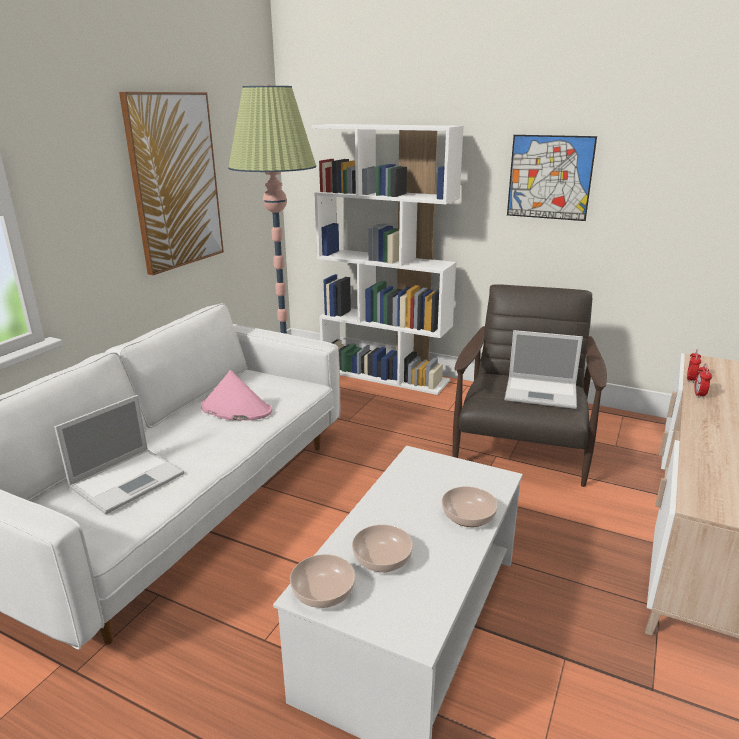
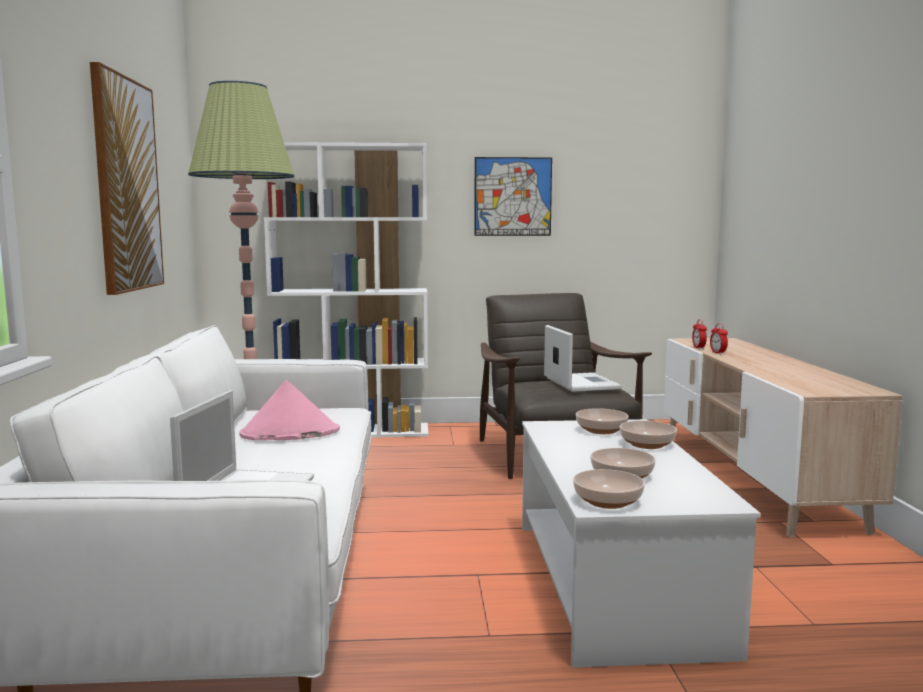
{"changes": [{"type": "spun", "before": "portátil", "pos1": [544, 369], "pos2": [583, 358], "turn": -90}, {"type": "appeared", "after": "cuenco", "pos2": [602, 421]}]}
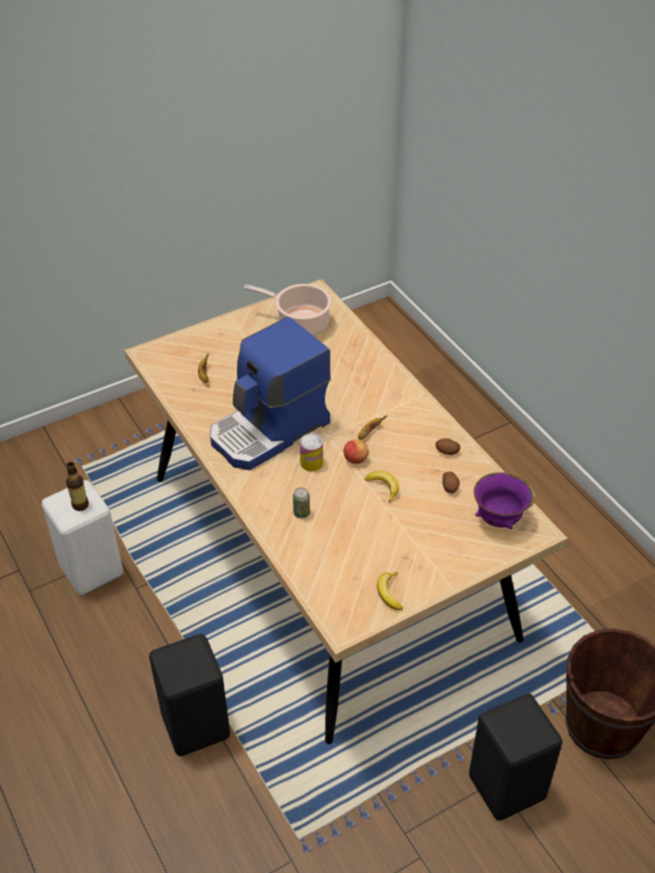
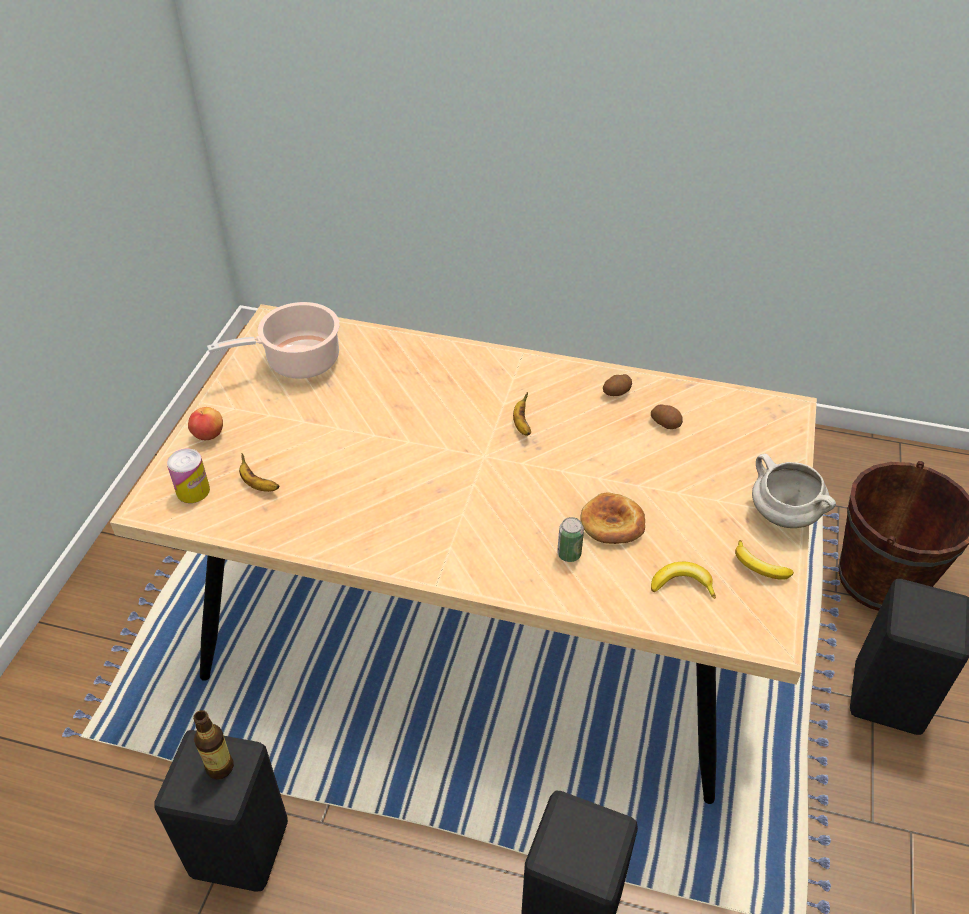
{"changes": [{"type": "colour", "before": "taburete [blanco]", "after": "taburete [negro]", "pos1": [82, 537], "pos2": [221, 811]}, {"type": "missing", "before": "cafetera", "pos1": [270, 393]}, {"type": "relocated", "before": "lata", "pos1": [311, 452], "pos2": [188, 476]}, {"type": "relocated", "before": "manzana", "pos1": [356, 452], "pos2": [205, 423]}, {"type": "relocated", "before": "plátano", "pos1": [382, 487], "pos2": [683, 580]}, {"type": "missing", "before": "cuenco [morado]", "pos1": [504, 500]}, {"type": "appeared", "after": "pan", "pos2": [612, 518]}, {"type": "appeared", "after": "olla [blanco]", "pos2": [794, 491]}]}
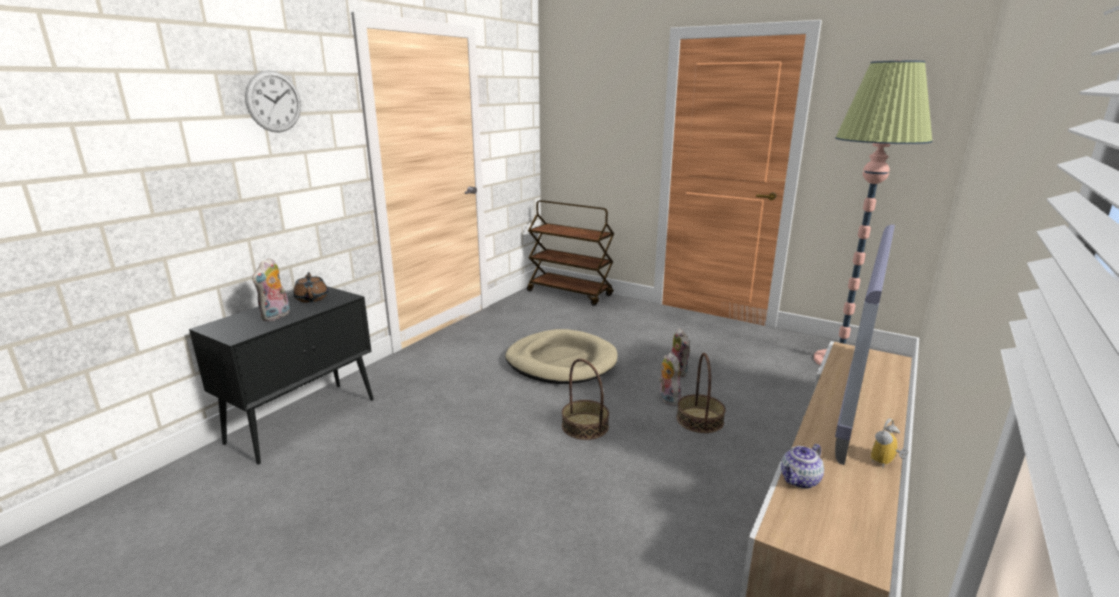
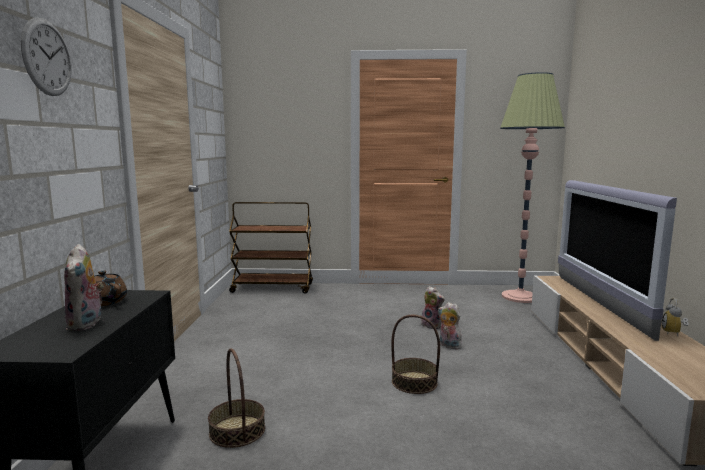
{"changes": [{"type": "missing", "before": "cama para perro [beis]", "pos1": [561, 356]}, {"type": "relocated", "before": "cesta", "pos1": [701, 393], "pos2": [236, 398]}, {"type": "missing", "before": "tetera", "pos1": [802, 466]}]}
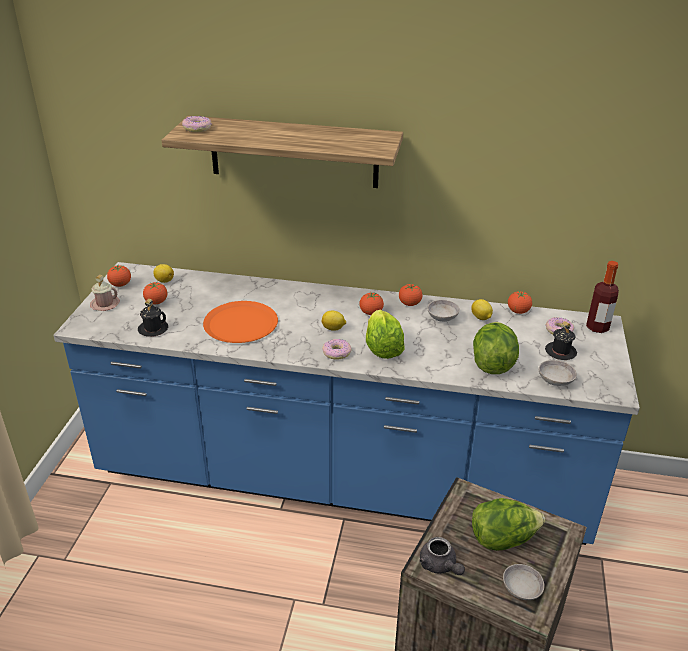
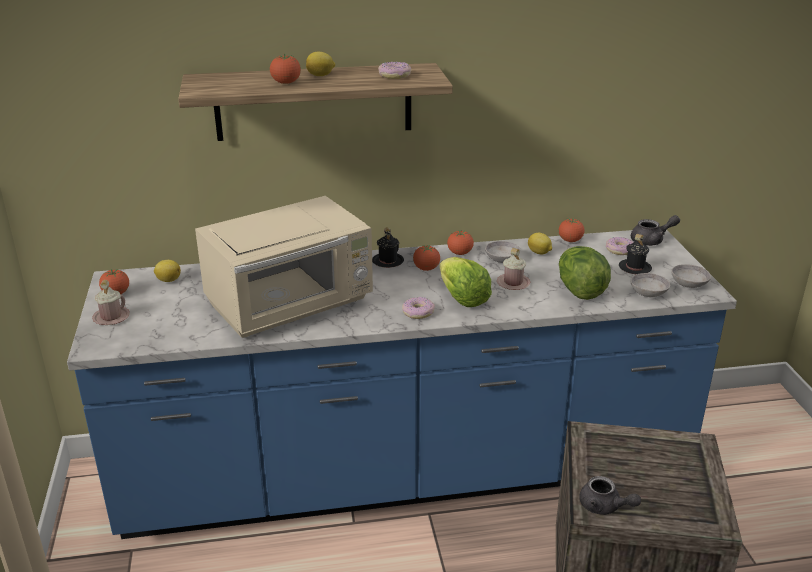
{"changes": [{"type": "relocated", "before": "taza grande [negro]", "pos1": [153, 318], "pos2": [388, 247]}, {"type": "relocated", "before": "tomate", "pos1": [155, 293], "pos2": [285, 68]}, {"type": "relocated", "before": "rosquilla", "pos1": [197, 124], "pos2": [394, 70]}, {"type": "exchanged", "before": "plato [naranja]", "after": "microondas [beis]", "pos1": [240, 322], "pos2": [284, 267]}, {"type": "relocated", "before": "limón", "pos1": [334, 321], "pos2": [320, 64]}, {"type": "missing", "before": "lechuga", "pos1": [508, 524]}, {"type": "relocated", "before": "cuenco [gris]", "pos1": [524, 582], "pos2": [691, 276]}, {"type": "exchanged", "before": "botella", "after": "tetera [gris]", "pos1": [602, 297], "pos2": [655, 230]}, {"type": "appeared", "after": "taza grande [rosa]", "pos2": [513, 269]}]}
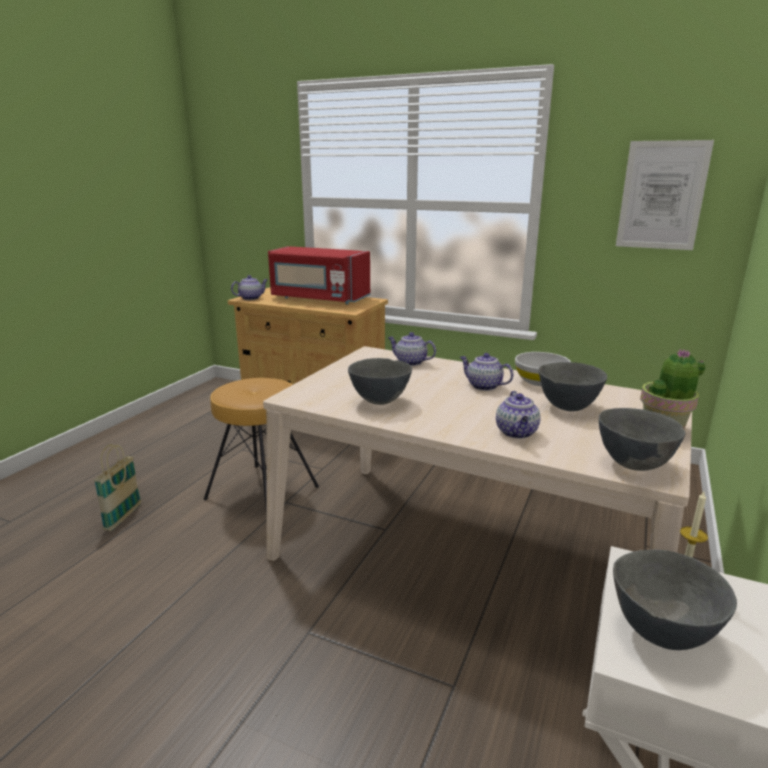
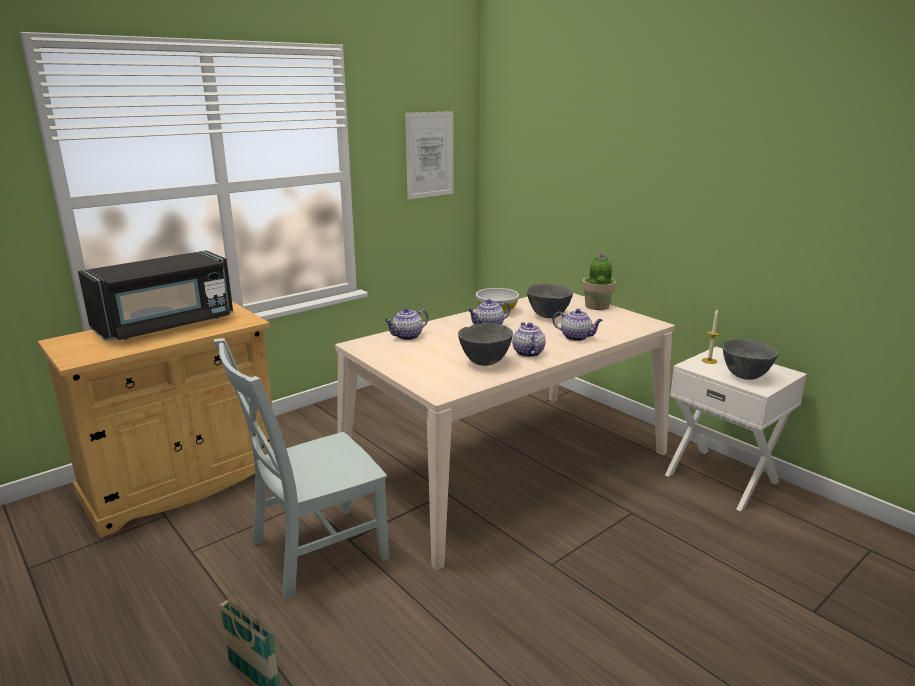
{"changes": [{"type": "exchanged", "before": "taburete [marrón]", "after": "silla [gris]", "pos1": [261, 448], "pos2": [301, 469]}, {"type": "relocated", "before": "tetera", "pos1": [249, 287], "pos2": [529, 339]}, {"type": "colour", "before": "microondas [rojo]", "after": "microondas [negro]", "pos1": [319, 275], "pos2": [155, 295]}, {"type": "missing", "before": "cuenco [gris]", "pos1": [642, 439]}]}
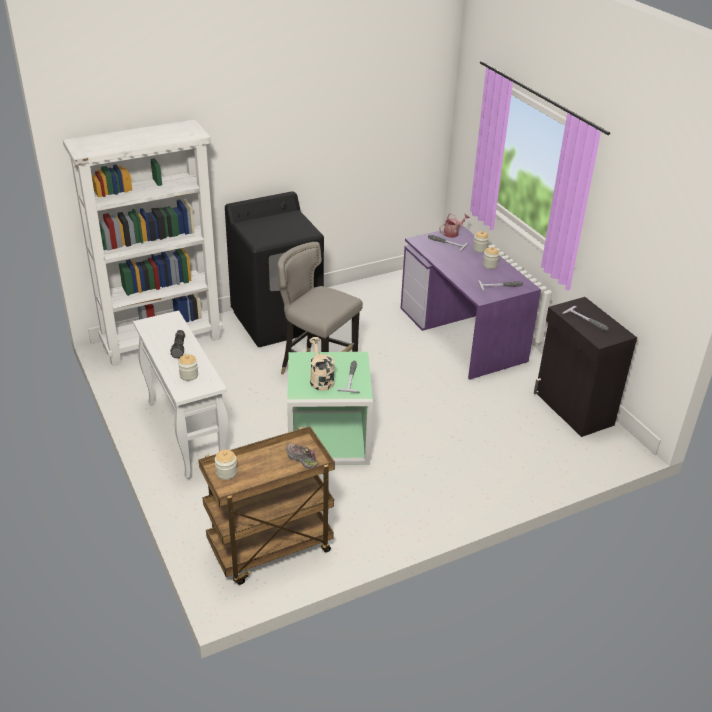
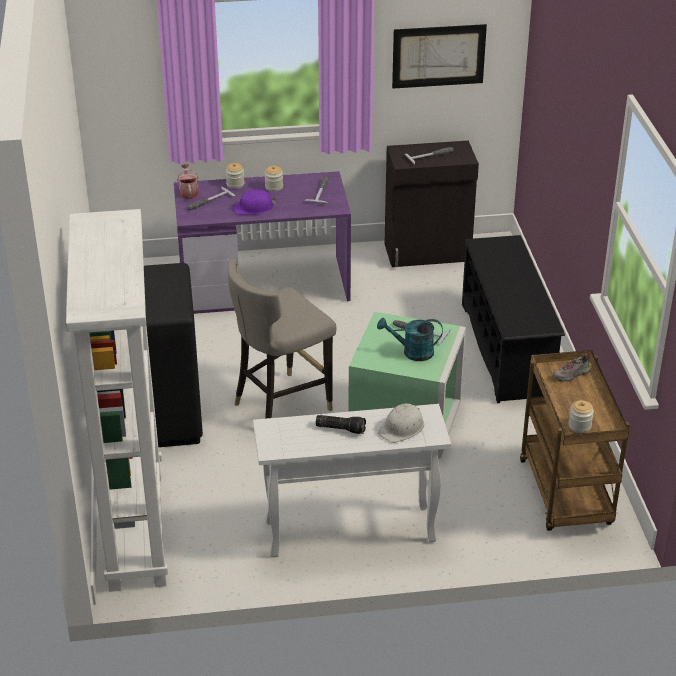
{"changes": [{"type": "exchanged", "before": "tarro", "after": "casco [blanco]", "pos1": [188, 367], "pos2": [401, 423]}, {"type": "colour", "before": "regadera [beis]", "after": "regadera [turquesa]", "pos1": [322, 364], "pos2": [410, 339]}, {"type": "appeared", "after": "casco [morado]", "pos2": [254, 202]}, {"type": "appeared", "after": "cuadro", "pos2": [439, 56]}, {"type": "appeared", "after": "zapatero [negro]", "pos2": [513, 319]}]}
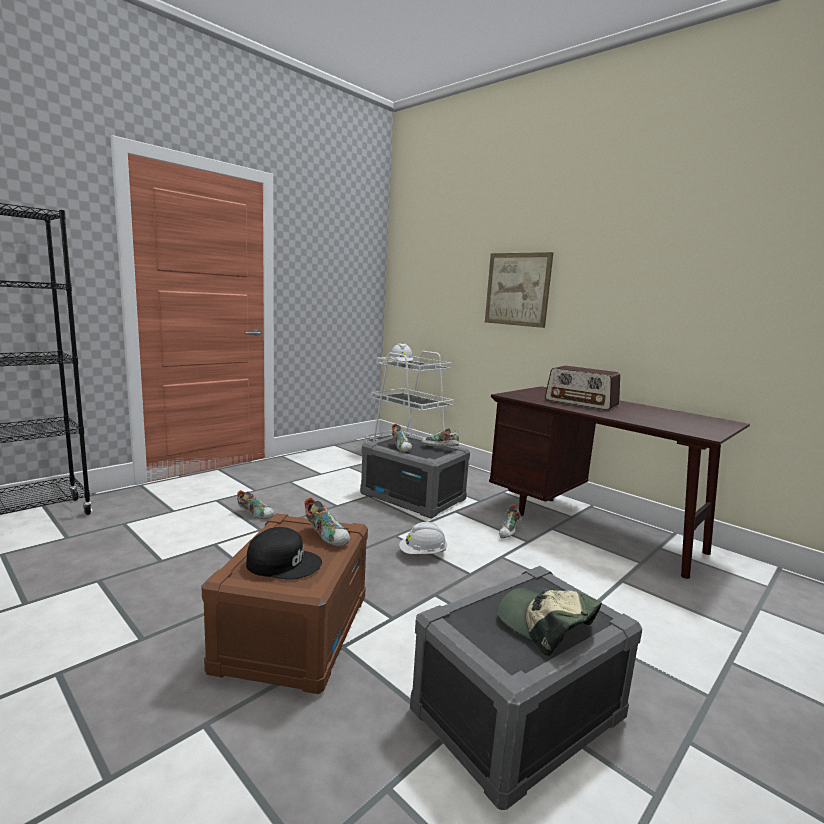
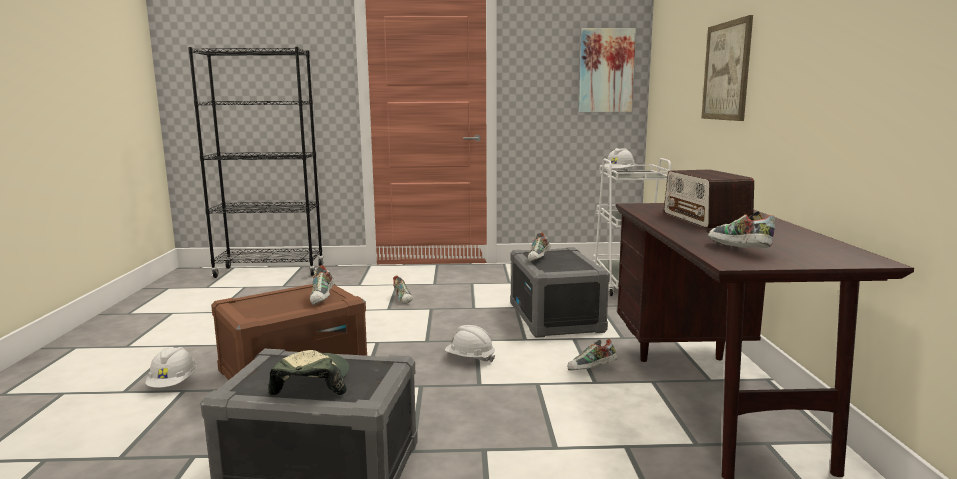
{"changes": [{"type": "missing", "before": "gorra [negro]", "pos1": [284, 553]}, {"type": "relocated", "before": "zapato", "pos1": [440, 437], "pos2": [741, 229]}, {"type": "appeared", "after": "casco [blanco]", "pos2": [171, 367]}, {"type": "appeared", "after": "cuadro", "pos2": [607, 70]}]}
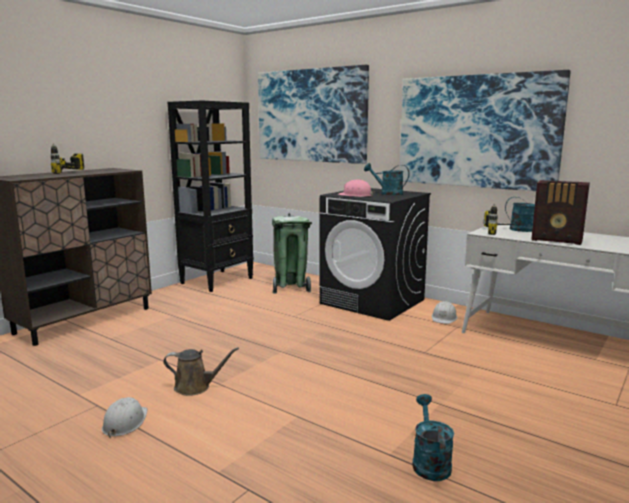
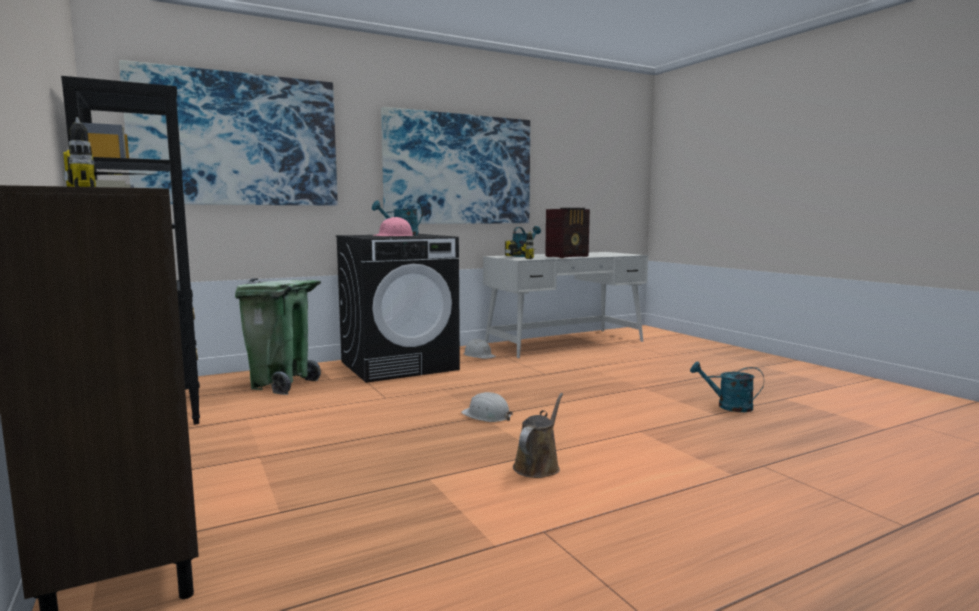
{"changes": [{"type": "relocated", "before": "casco [blanco]", "pos1": [125, 418], "pos2": [487, 407]}]}
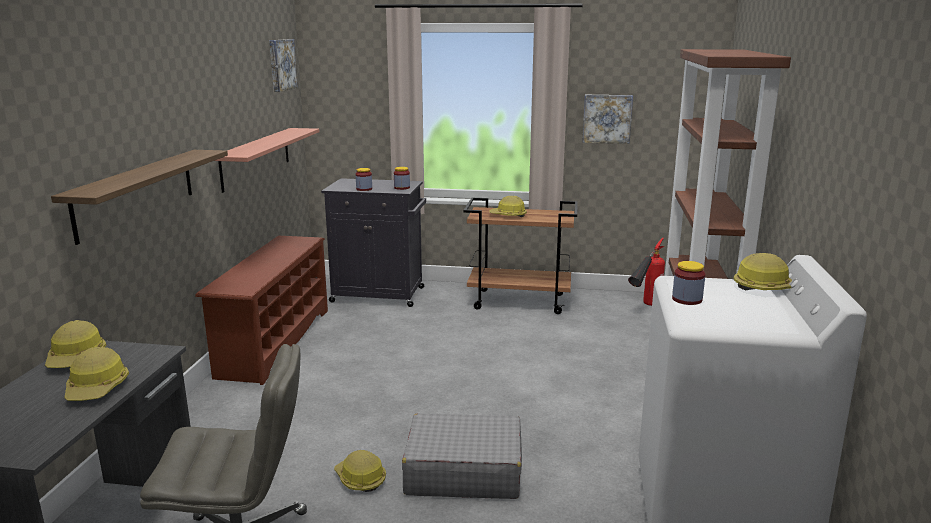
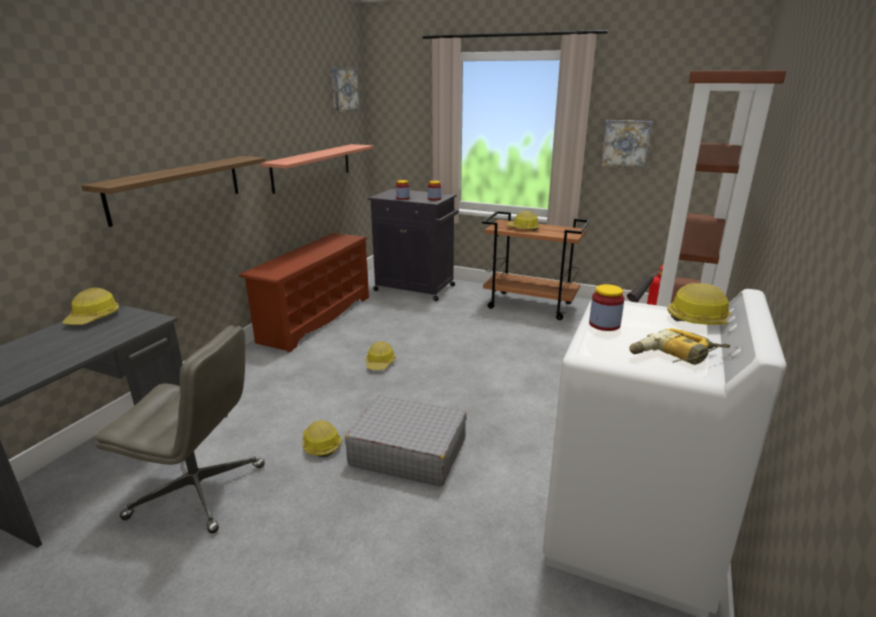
{"changes": [{"type": "relocated", "before": "casco", "pos1": [96, 374], "pos2": [381, 355]}, {"type": "appeared", "after": "taladro", "pos2": [679, 346]}]}
